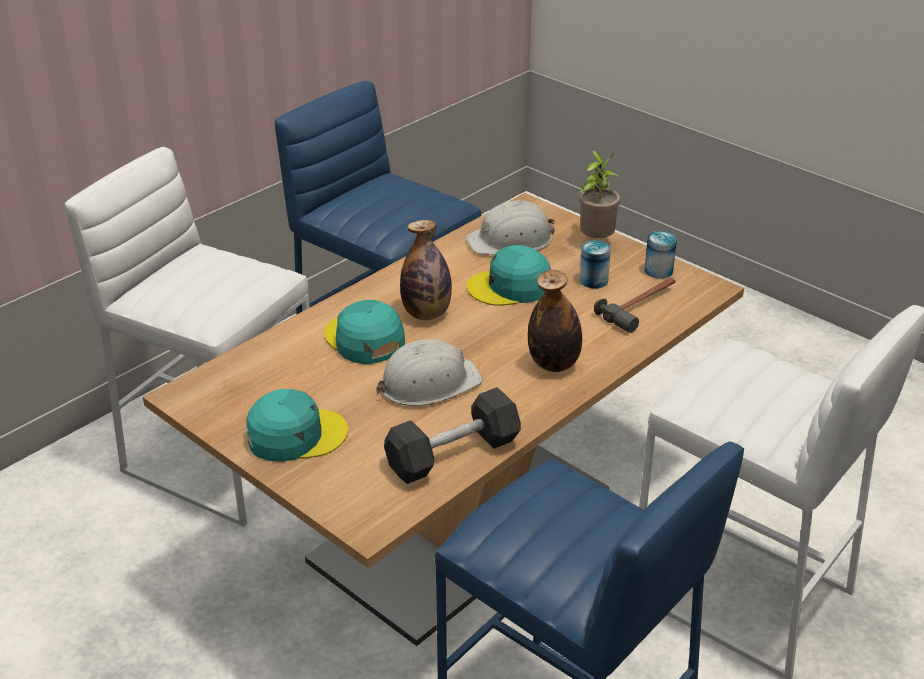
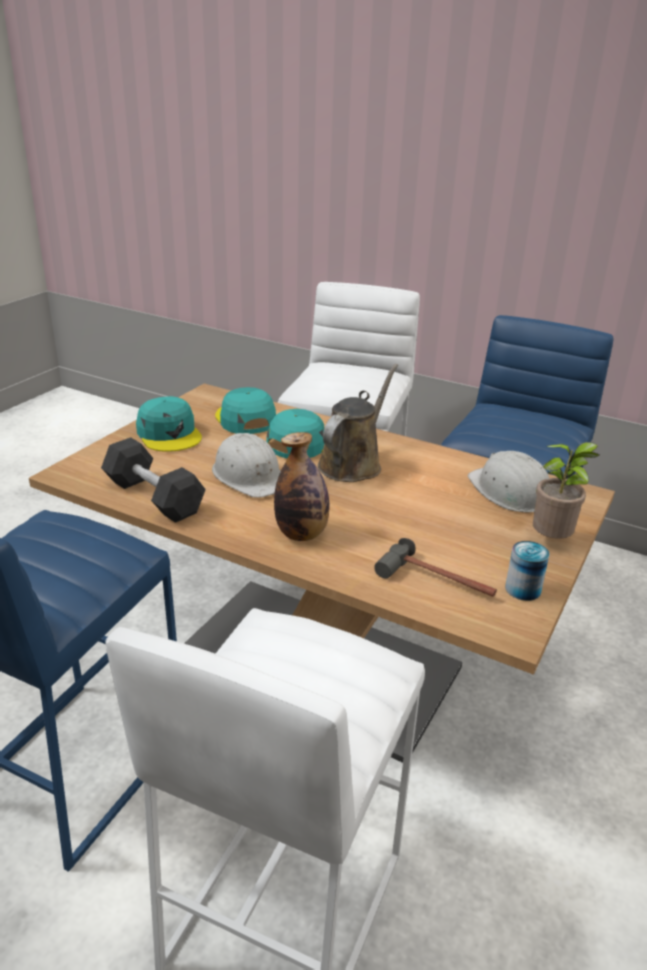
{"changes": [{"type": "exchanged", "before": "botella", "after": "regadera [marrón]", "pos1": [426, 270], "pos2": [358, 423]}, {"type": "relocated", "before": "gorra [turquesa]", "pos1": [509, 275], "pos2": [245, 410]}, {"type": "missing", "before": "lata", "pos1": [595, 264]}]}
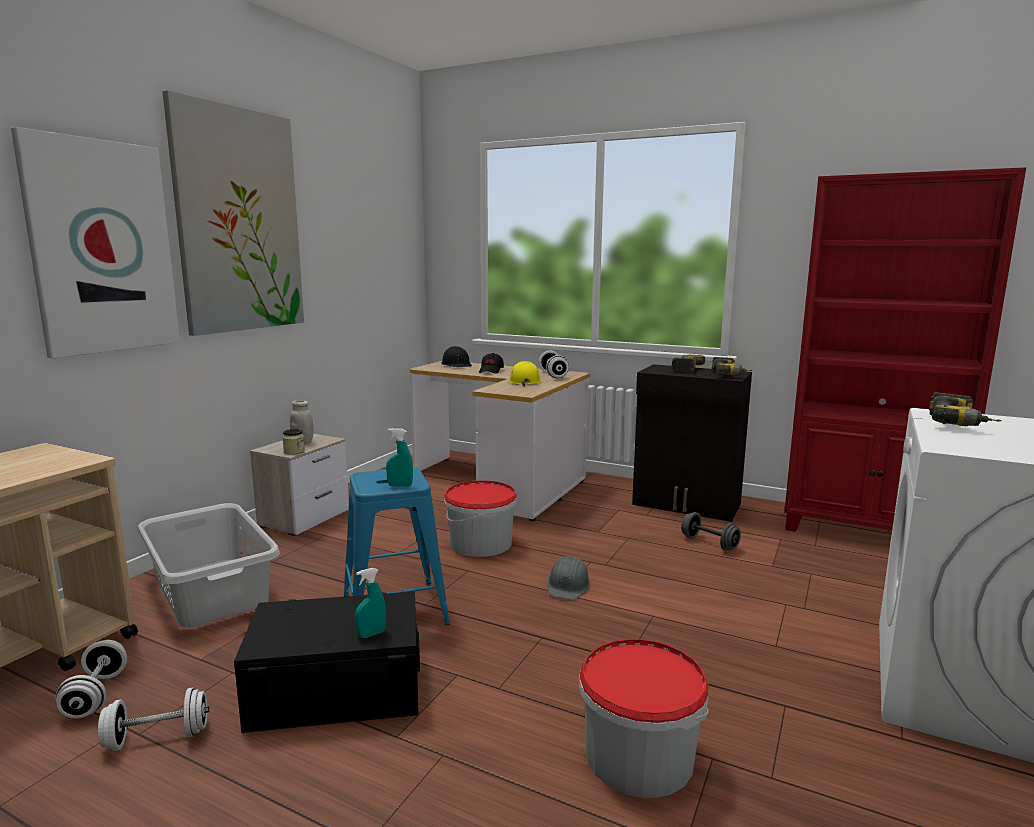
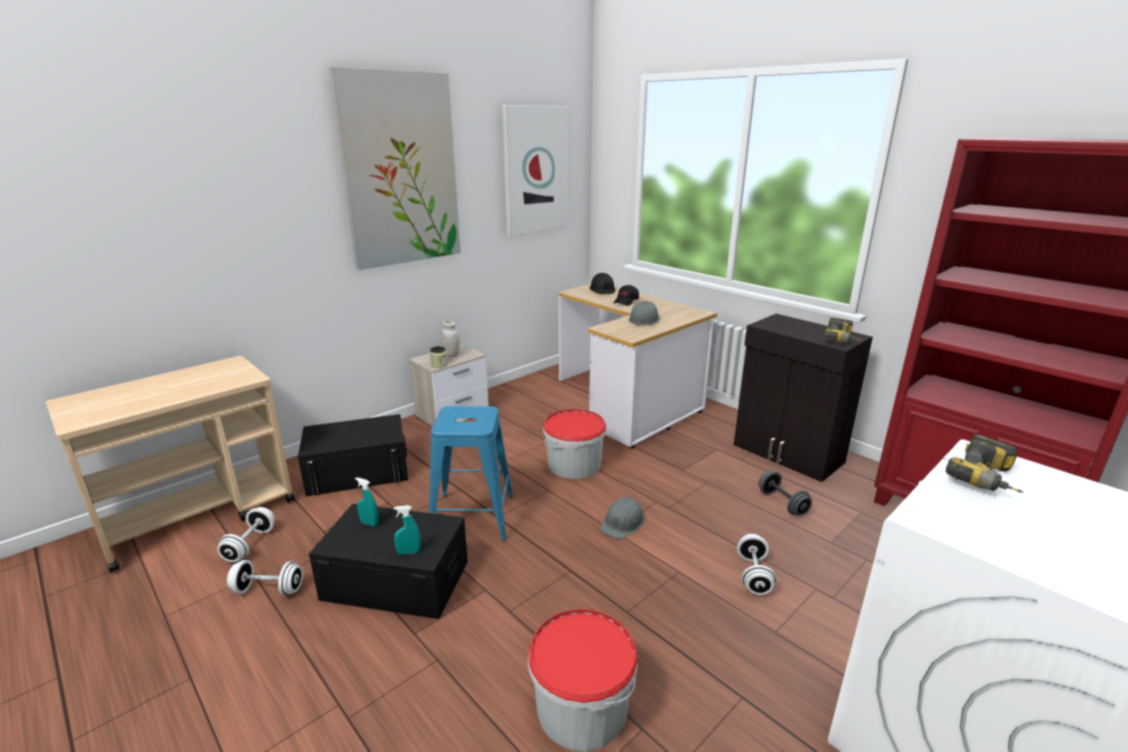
{"changes": [{"type": "relocated", "before": "cuadro", "pos1": [95, 242], "pos2": [535, 170]}, {"type": "exchanged", "before": "cesto de la ropa [gris]", "after": "caja de almacenaje [negro]", "pos1": [209, 565], "pos2": [353, 455]}, {"type": "relocated", "before": "pulverizador [turquesa]", "pos1": [399, 457], "pos2": [367, 501]}, {"type": "colour", "before": "casco [amarillo]", "after": "casco [gris]", "pos1": [525, 373], "pos2": [644, 313]}, {"type": "relocated", "before": "mancuerna [blanco]", "pos1": [554, 365], "pos2": [756, 564]}, {"type": "missing", "before": "taladro", "pos1": [688, 363]}]}
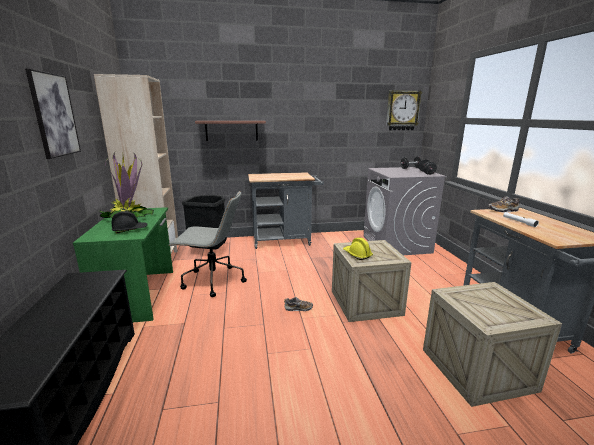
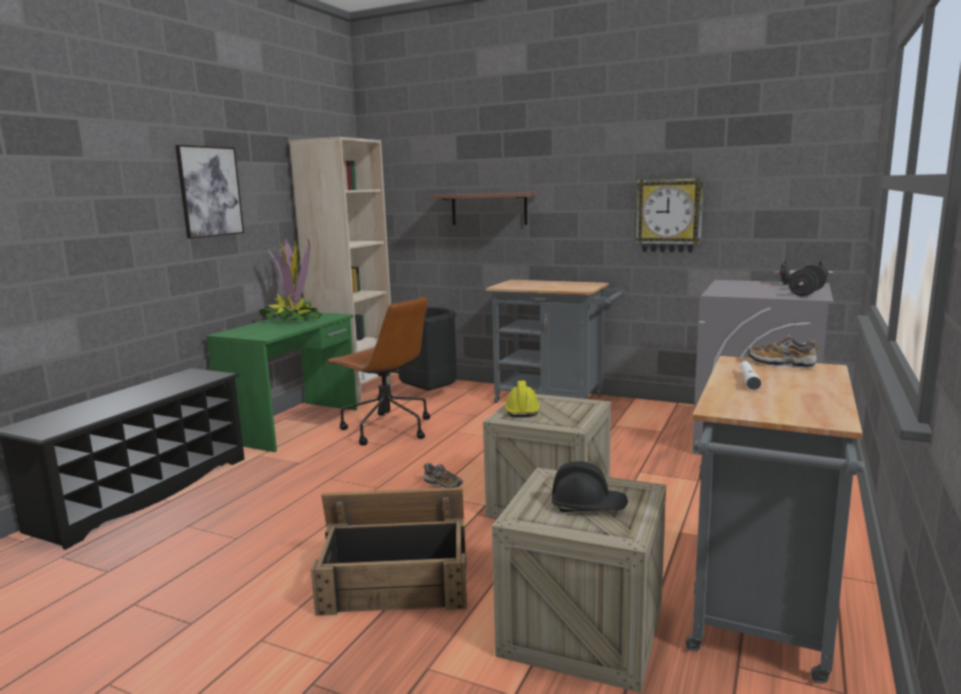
{"changes": [{"type": "relocated", "before": "casco [negro]", "pos1": [130, 222], "pos2": [590, 486]}, {"type": "colour", "before": "silla de oficina [gris]", "after": "silla de oficina [marrón]", "pos1": [208, 244], "pos2": [378, 371]}, {"type": "relocated", "before": "reloj de pared", "pos1": [404, 110], "pos2": [670, 215]}, {"type": "appeared", "after": "caja de embalaje", "pos2": [389, 551]}]}
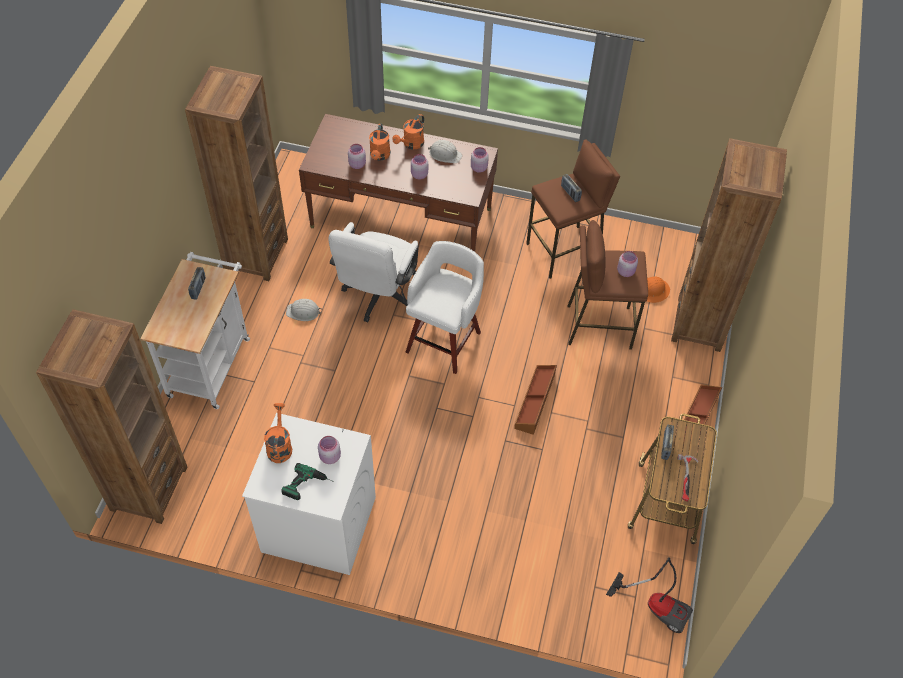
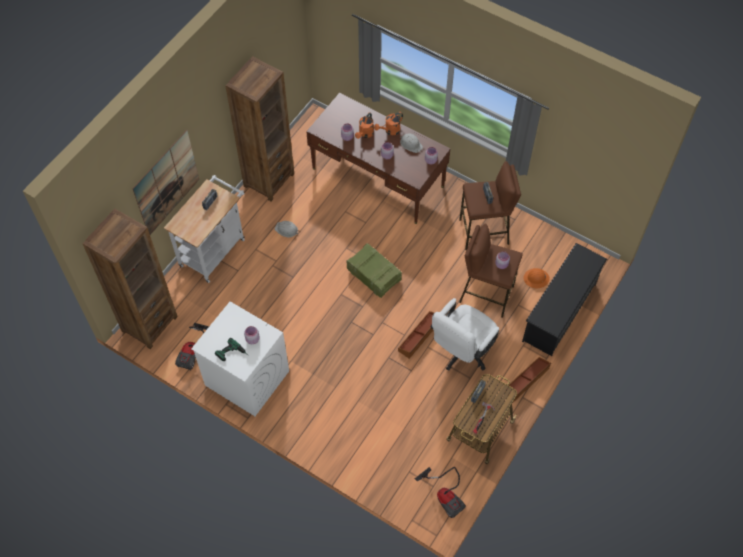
{"changes": [{"type": "missing", "before": "regadera [naranja]", "pos1": [278, 433]}, {"type": "relocated", "before": "silla de oficina [blanco]", "pos1": [373, 272], "pos2": [464, 334]}, {"type": "exchanged", "before": "taburete [blanco]", "after": "caja de embalaje", "pos1": [444, 307], "pos2": [374, 270]}, {"type": "exchanged", "before": "estantería [marrón]", "after": "zapatero [negro]", "pos1": [729, 245], "pos2": [564, 299]}, {"type": "appeared", "after": "cuadro", "pos2": [166, 182]}, {"type": "appeared", "after": "aspiradora", "pos2": [192, 346]}]}
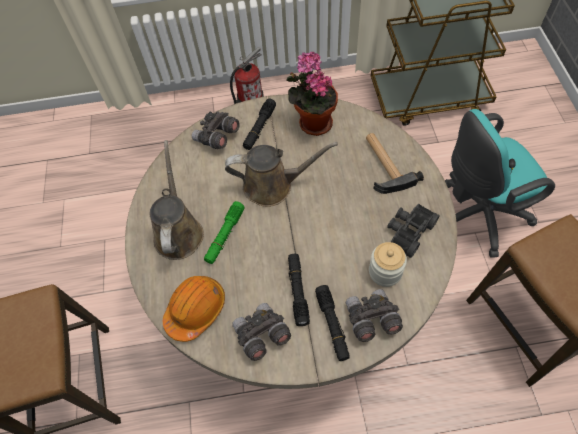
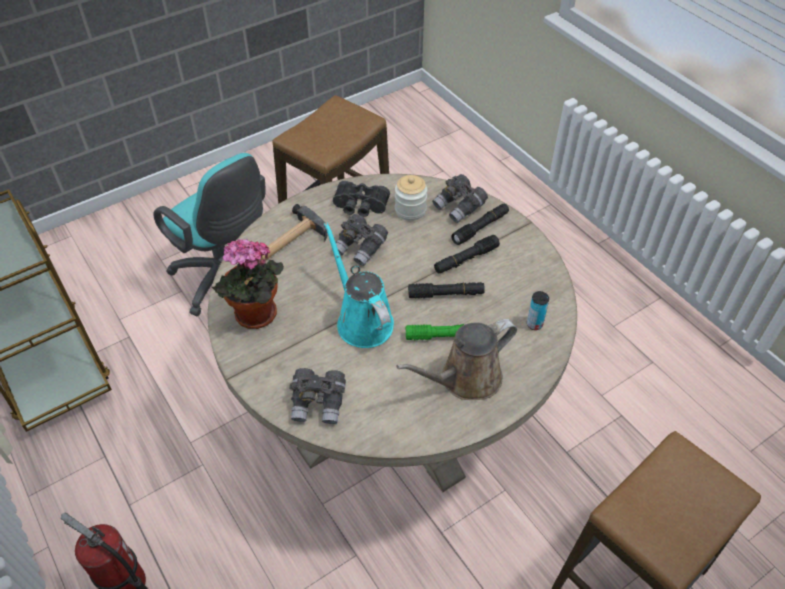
{"changes": [{"type": "exchanged", "before": "casco [naranja]", "after": "lata", "pos1": [194, 309], "pos2": [538, 310]}, {"type": "colour", "before": "regadera [marrón]", "after": "regadera [turquesa]", "pos1": [281, 174], "pos2": [359, 285]}, {"type": "relocated", "before": "prismáticos [gris]", "pos1": [261, 332], "pos2": [362, 240]}, {"type": "relocated", "before": "linterna [negro]", "pos1": [259, 124], "pos2": [446, 290]}]}
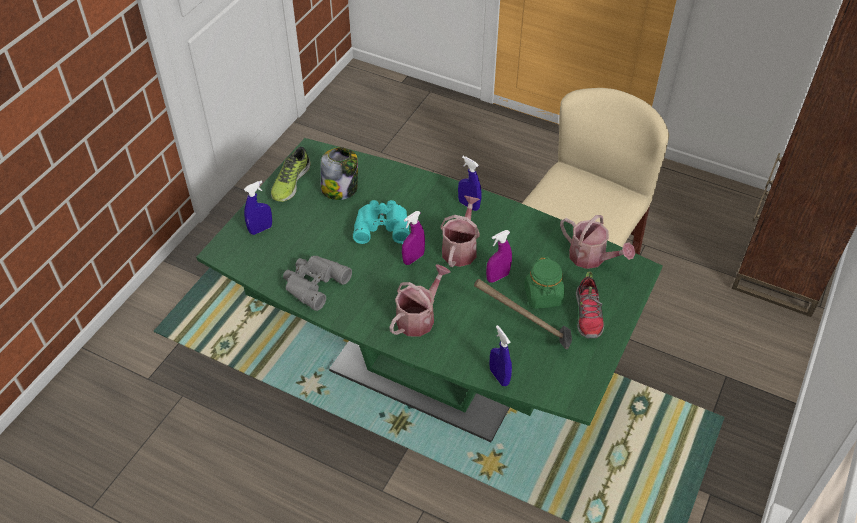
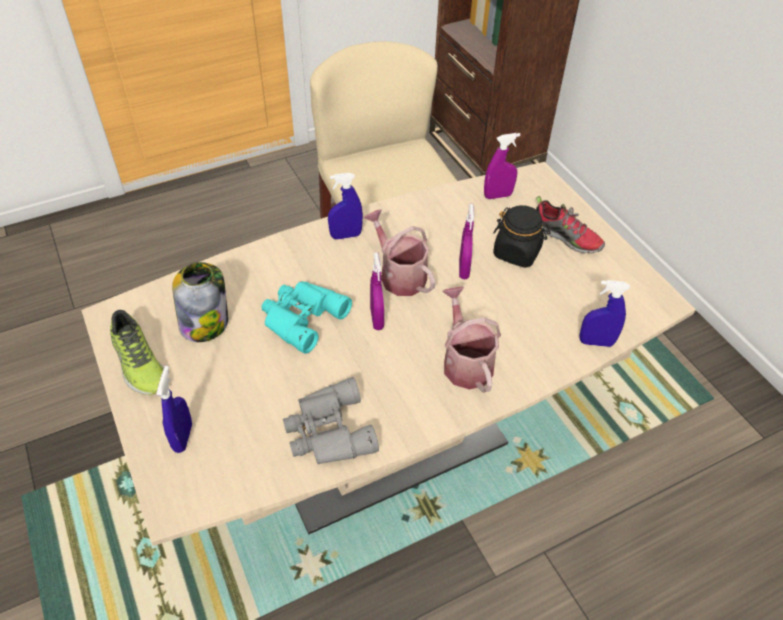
{"changes": [{"type": "colour", "before": "mesa de comedor [verde]", "after": "mesa de comedor [beis]", "pos1": [429, 290], "pos2": [388, 354]}, {"type": "missing", "before": "martillo", "pos1": [523, 314]}, {"type": "colour", "before": "tarro [verde]", "after": "tarro [negro]", "pos1": [544, 283], "pos2": [522, 236]}, {"type": "exchanged", "before": "regadera", "after": "pulverizador [morado]", "pos1": [597, 242], "pos2": [502, 166]}]}
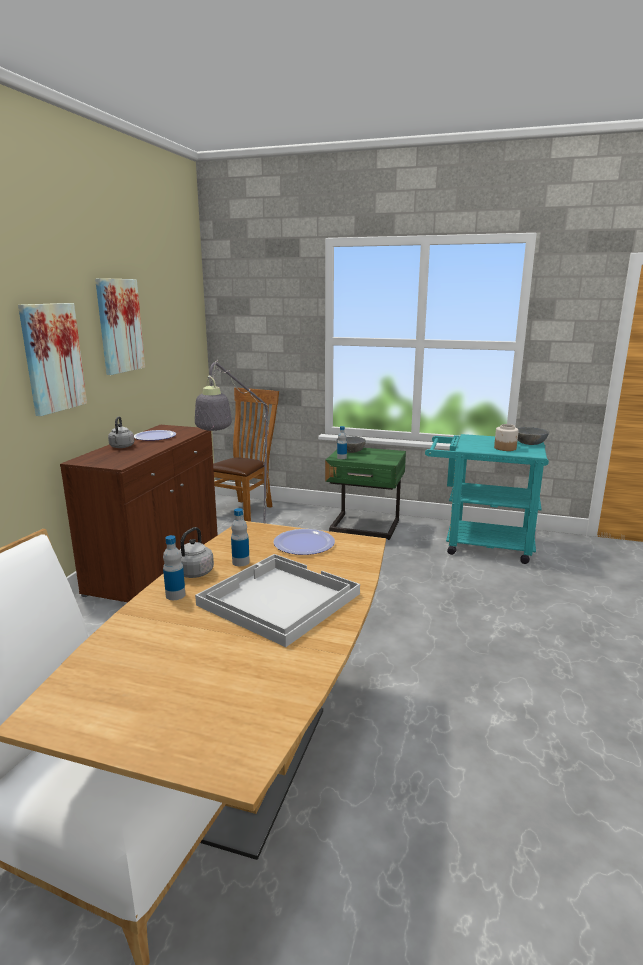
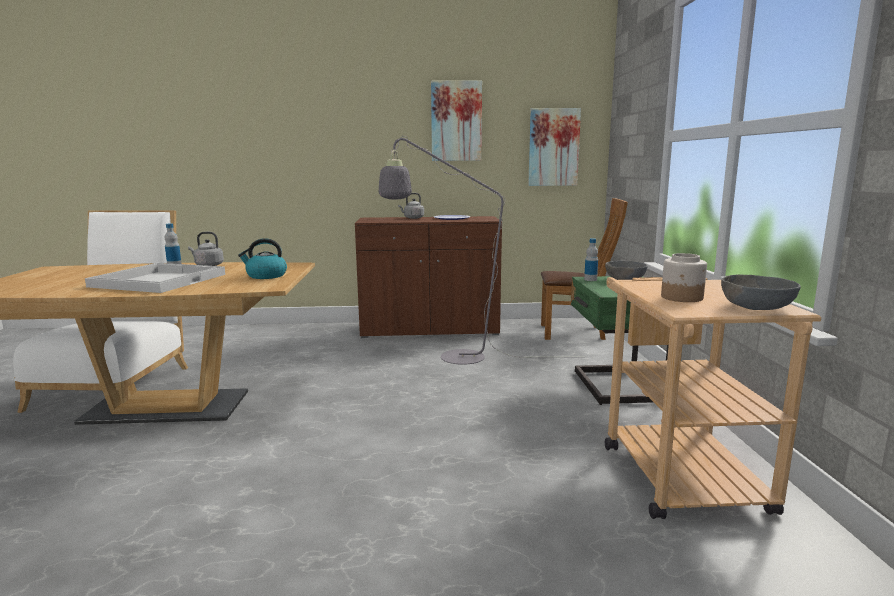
{"changes": [{"type": "relocated", "before": "cuadro", "pos1": [52, 359], "pos2": [554, 147]}, {"type": "missing", "before": "botella", "pos1": [240, 537]}, {"type": "exchanged", "before": "plato", "after": "hervidor", "pos1": [304, 542], "pos2": [262, 258]}, {"type": "colour", "before": "carrito [turquesa]", "after": "carrito [beis]", "pos1": [487, 499], "pos2": [713, 398]}]}
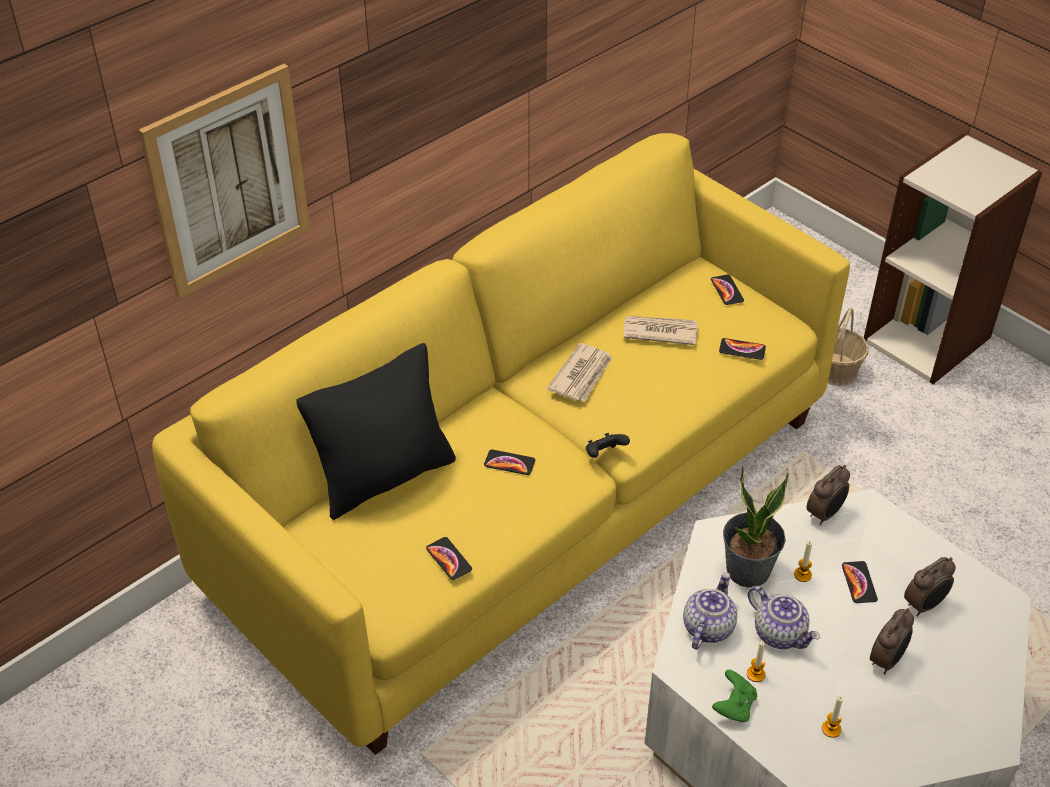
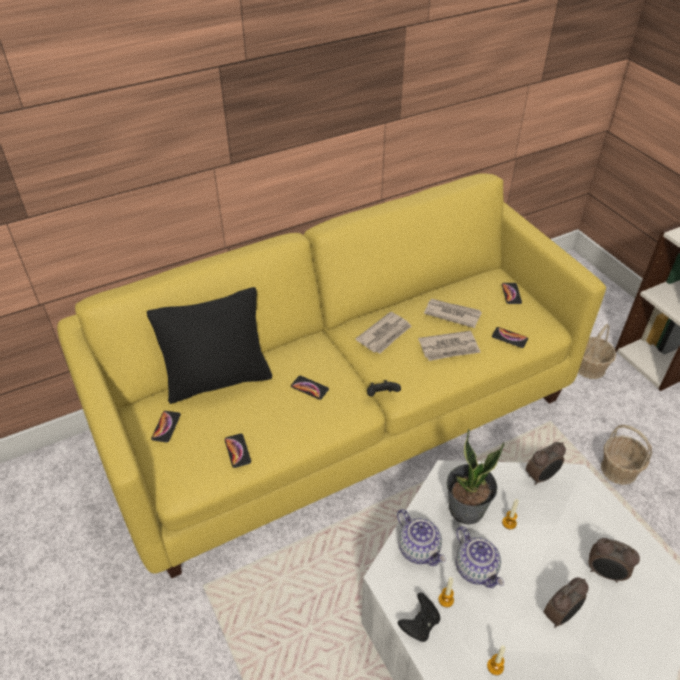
{"changes": [{"type": "missing", "before": "cuadro", "pos1": [224, 181]}, {"type": "spun", "before": "tetera", "pos1": [710, 611], "pos2": [421, 537], "turn": 105}, {"type": "colour", "before": "mando de consola [verde]", "after": "mando de consola [negro]", "pos1": [734, 696], "pos2": [419, 617]}, {"type": "relocated", "before": "móvil", "pos1": [860, 582], "pos2": [166, 427]}, {"type": "spun", "before": "despertador", "pos1": [930, 586], "pos2": [614, 560], "turn": 45}, {"type": "appeared", "after": "periódico", "pos2": [449, 346]}, {"type": "appeared", "after": "cesta", "pos2": [626, 455]}]}
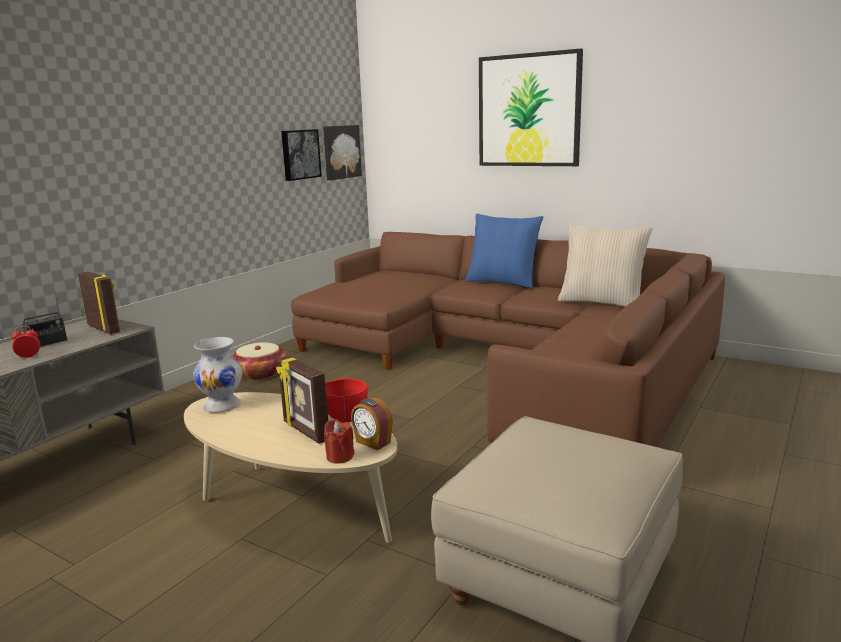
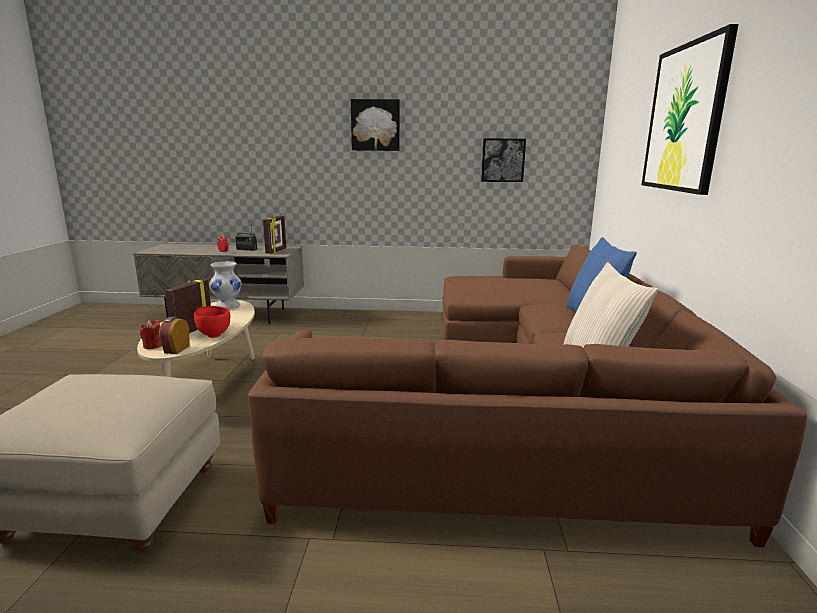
{"changes": [{"type": "missing", "before": "cesta", "pos1": [259, 361]}, {"type": "relocated", "before": "cuadro", "pos1": [342, 152], "pos2": [375, 125]}]}
